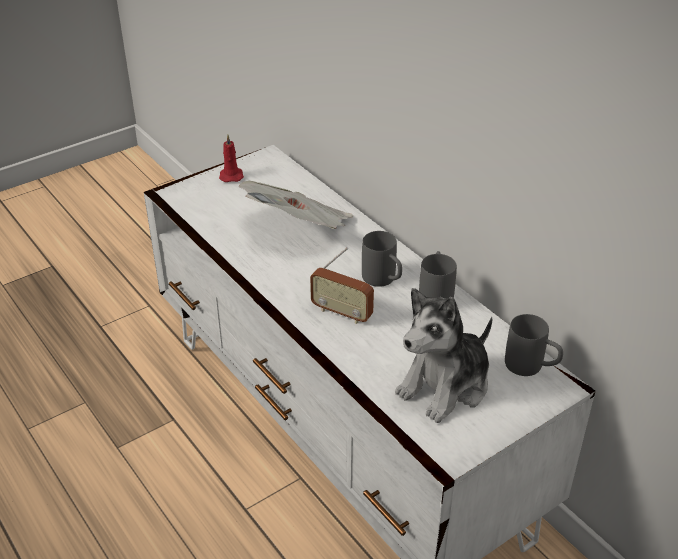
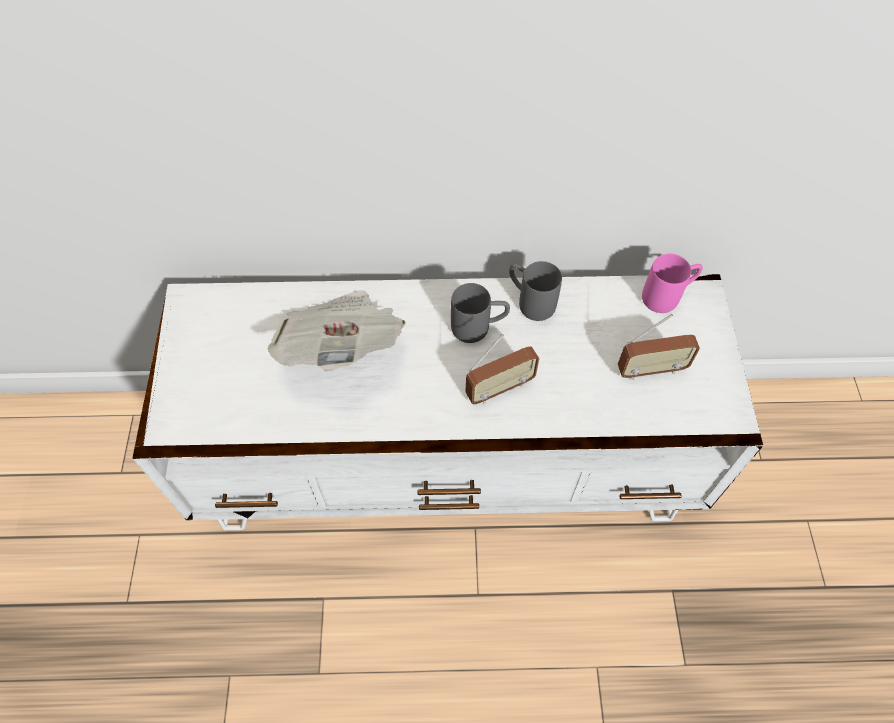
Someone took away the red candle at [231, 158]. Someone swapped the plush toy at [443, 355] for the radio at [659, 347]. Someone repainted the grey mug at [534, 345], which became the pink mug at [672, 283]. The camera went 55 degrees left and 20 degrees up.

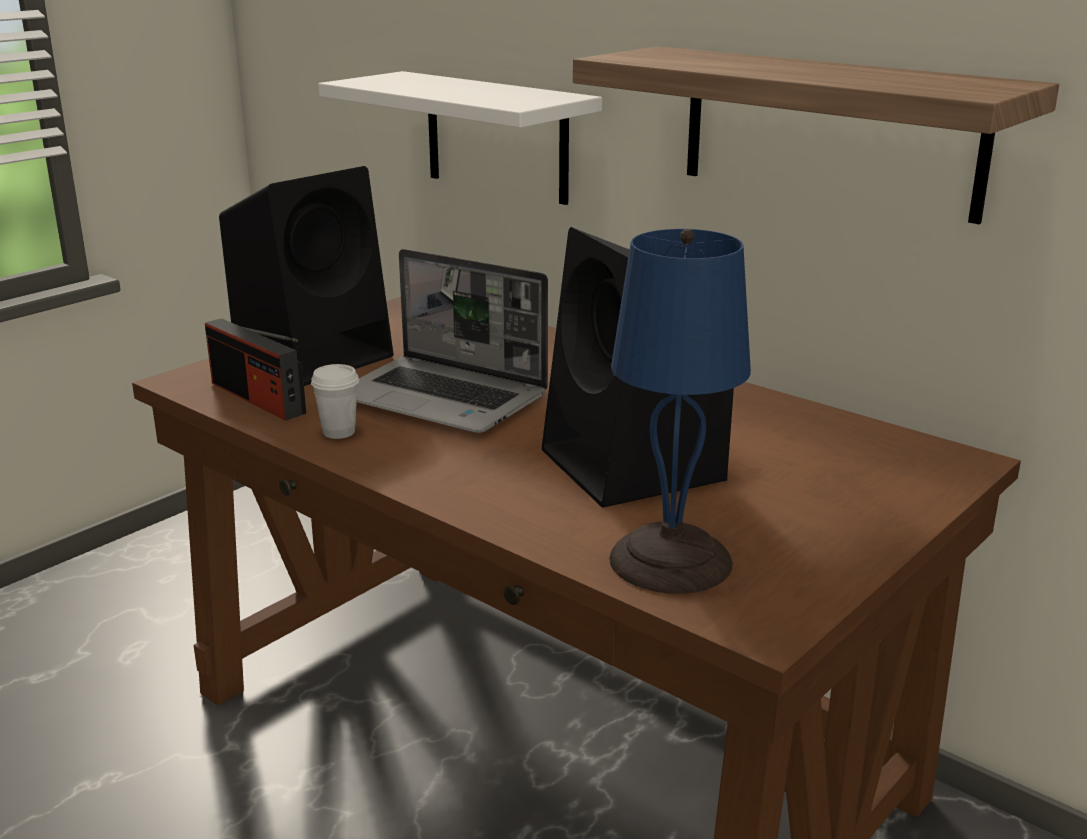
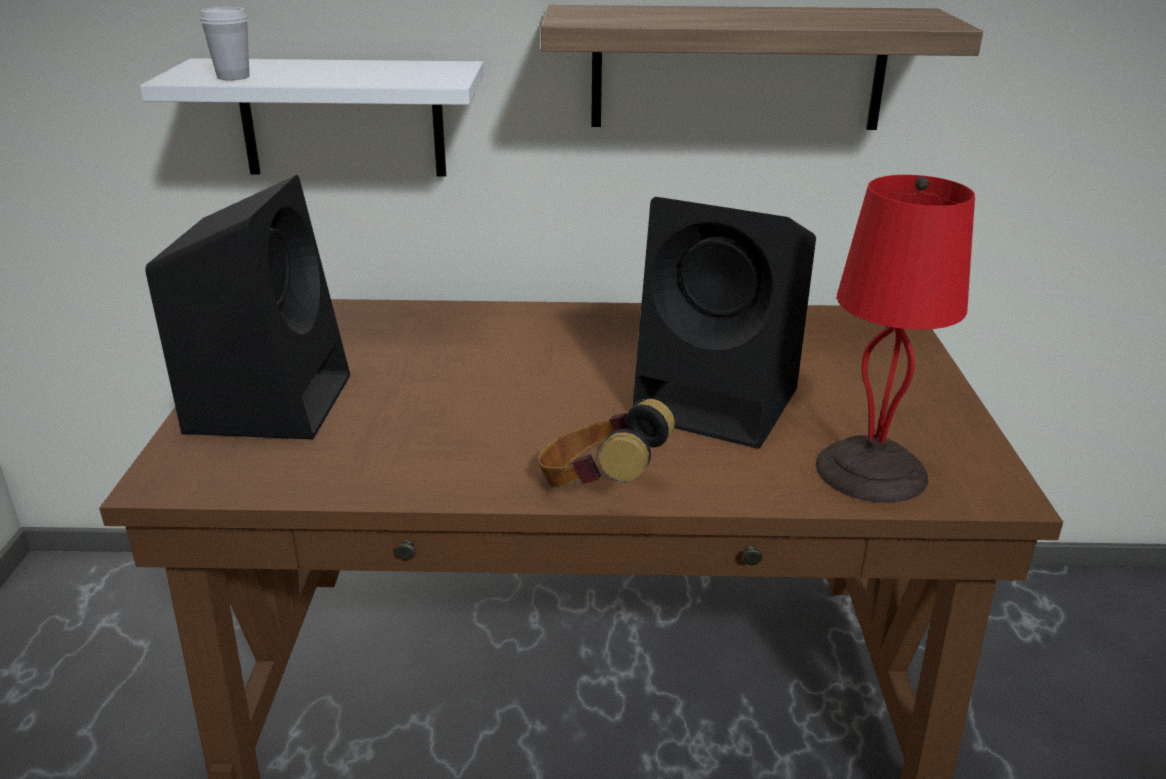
Someone took away the radio at [255, 369]. Someone carried the white cup from [335, 401] to [224, 43]. Someone took away the laptop at [452, 341]. Someone repainted the blue table lamp at [680, 411], which became the red table lamp at [895, 339]. Someone put down the headphones at [606, 443]. The camera went 40 degrees left and 5 degrees up.

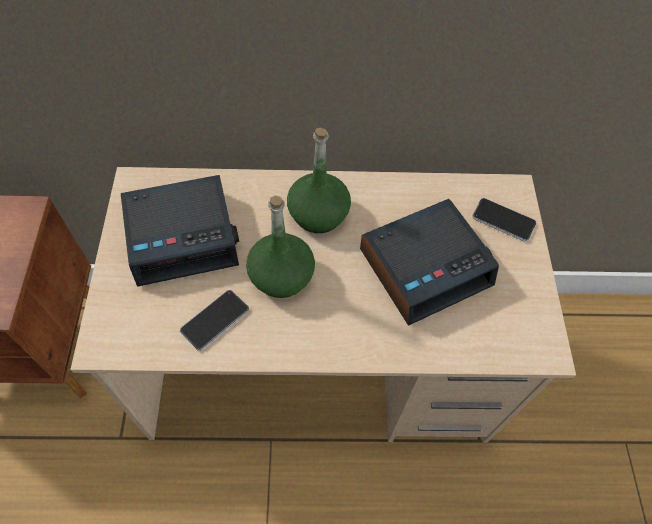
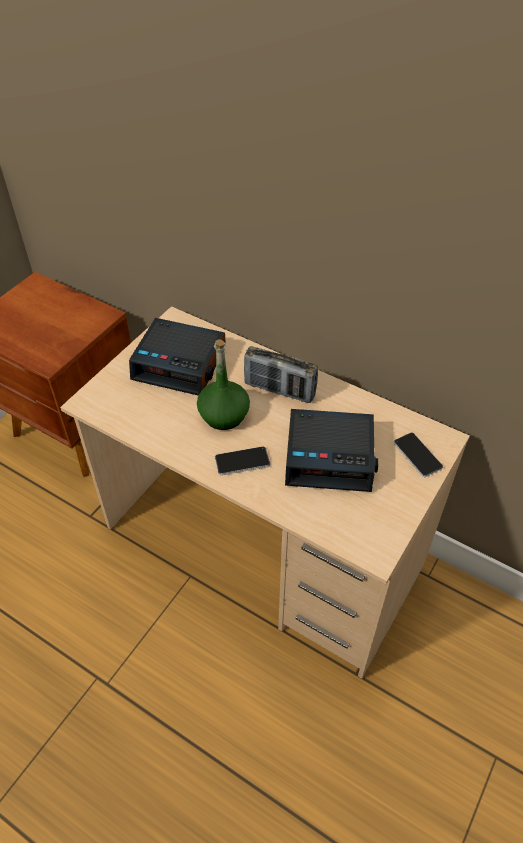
Someone carried the phone from [214, 320] to [242, 460]. Someone swapped the green bottle at [319, 180] for the radio at [281, 374]. The camera went 35 degrees right and 10 degrees down.

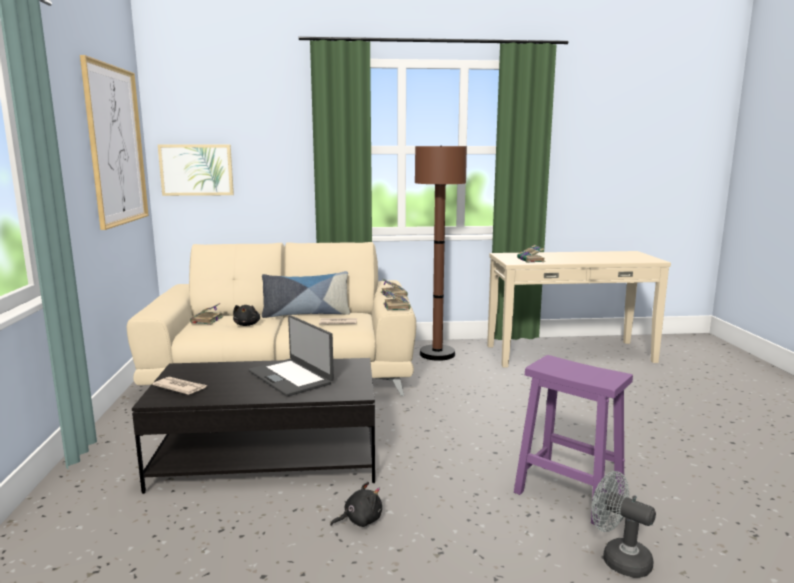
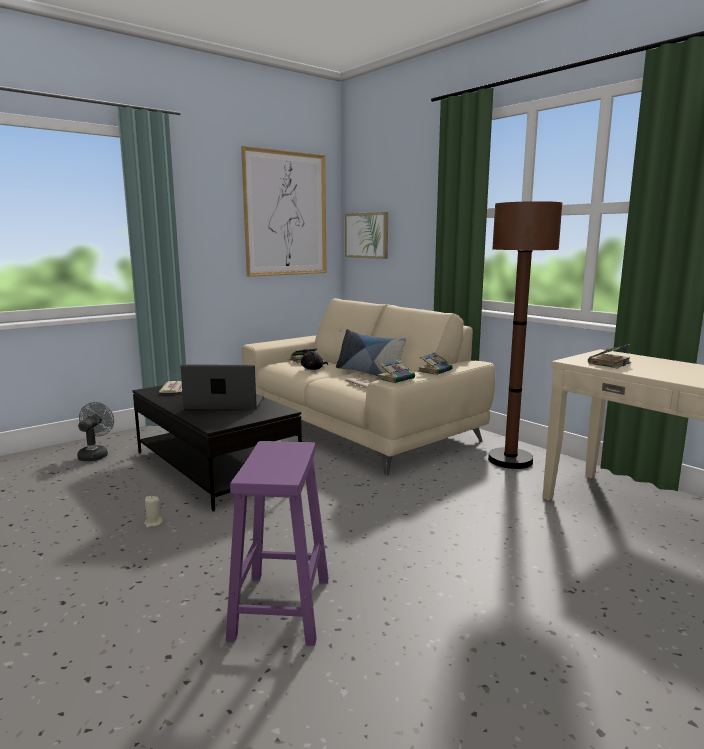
Someone rotated the laptop at [291, 356] by 75 degrees clockwise. Someone swapped the black plush toy at [356, 504] for the beige candle at [153, 511]. Someone carried the grey fan from [624, 524] to [95, 431]. The camera went 55 degrees right and 0 degrees up.

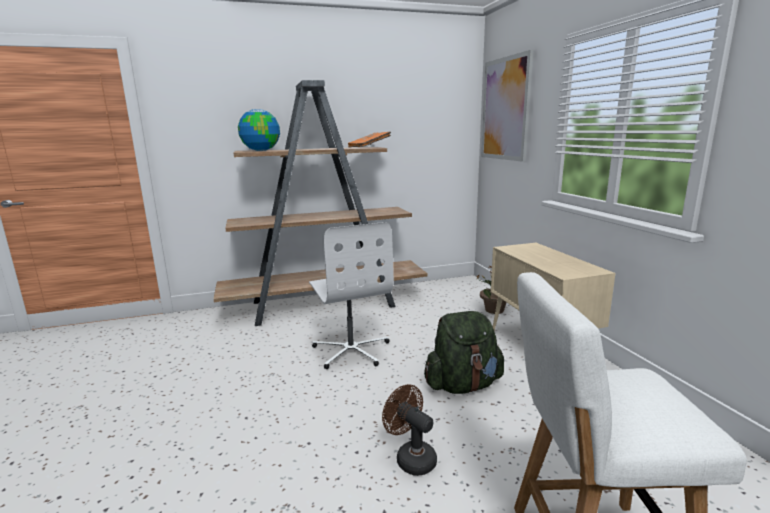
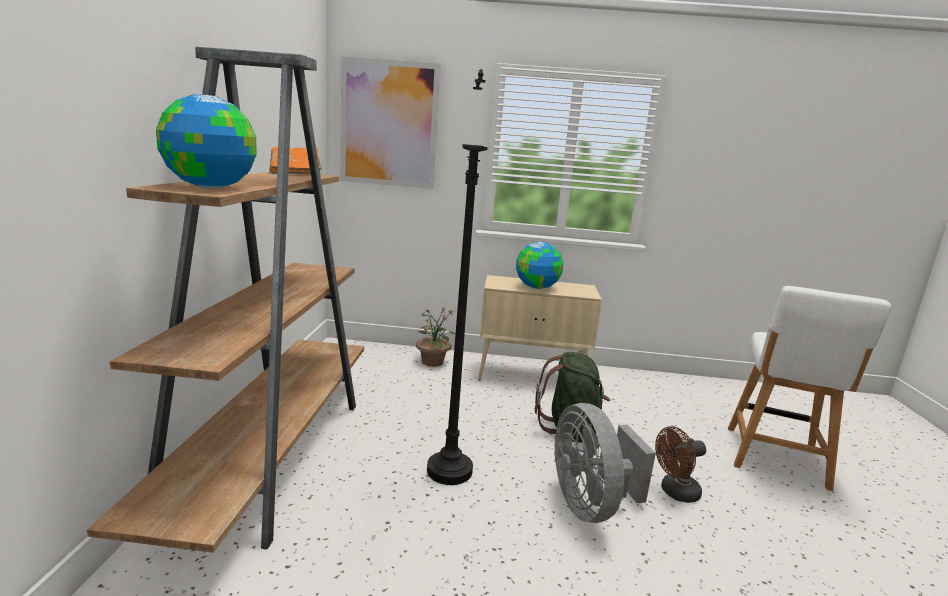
Someone swapped the white office chair at [351, 295] for the black floor lamp at [457, 277]. Someone put down the globe at [540, 265]. Someone put down the grey fan at [605, 463]. The camera went 70 degrees left and 0 degrees up.

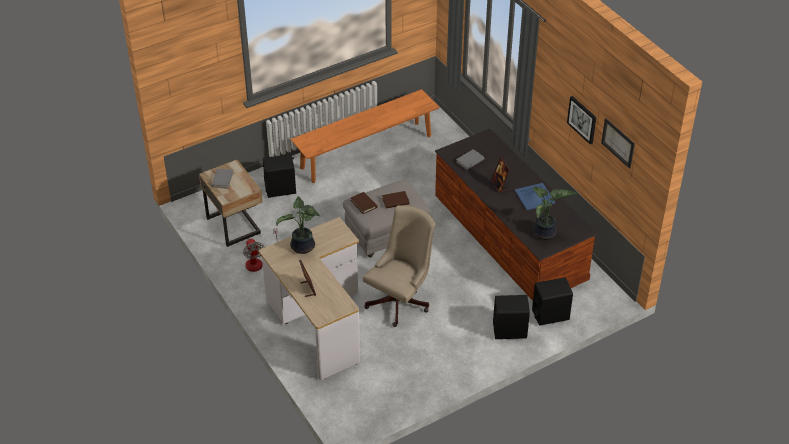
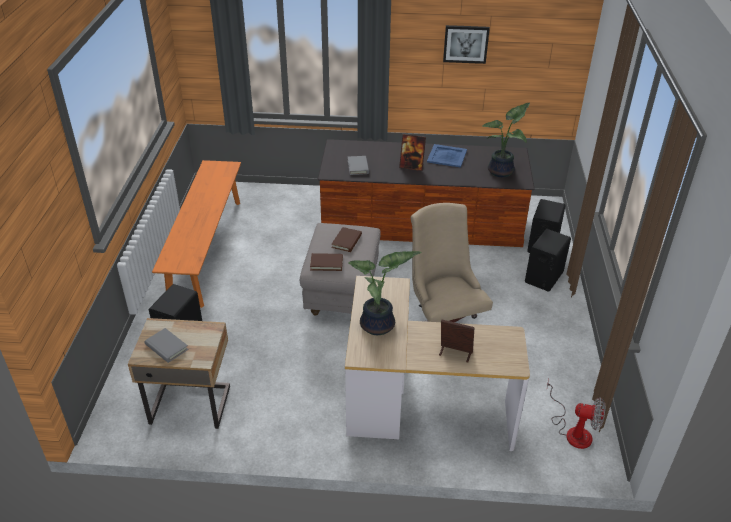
Someone carried the fan from [260, 250] to [576, 414]. Someone took away the picture at [618, 143]. The camera went 55 degrees left and 5 degrees down.

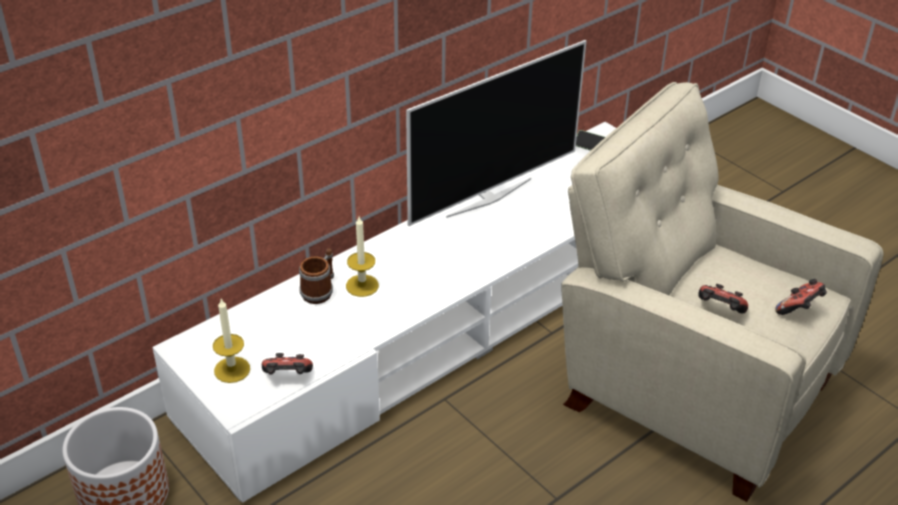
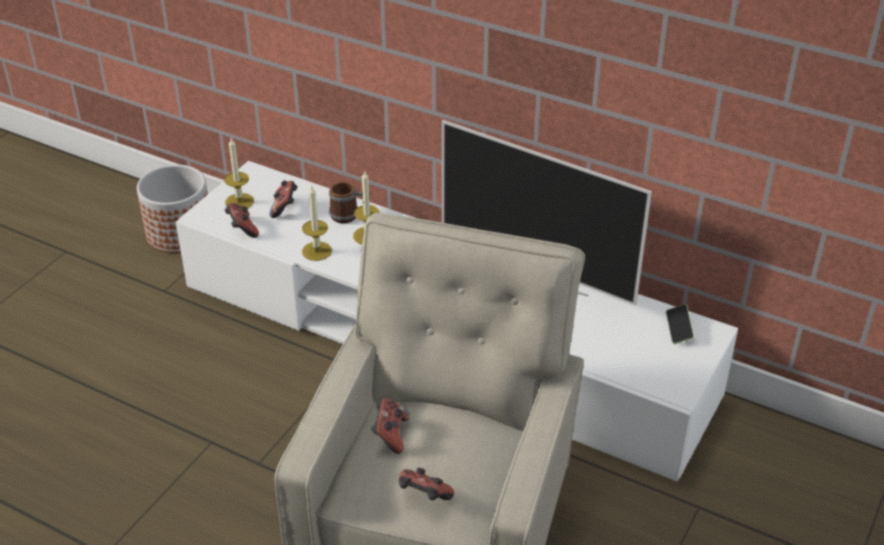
Someone put down the game controller at [283, 199]. Someone put down the candle at [317, 223]. The camera went 70 degrees right and 0 degrees up.

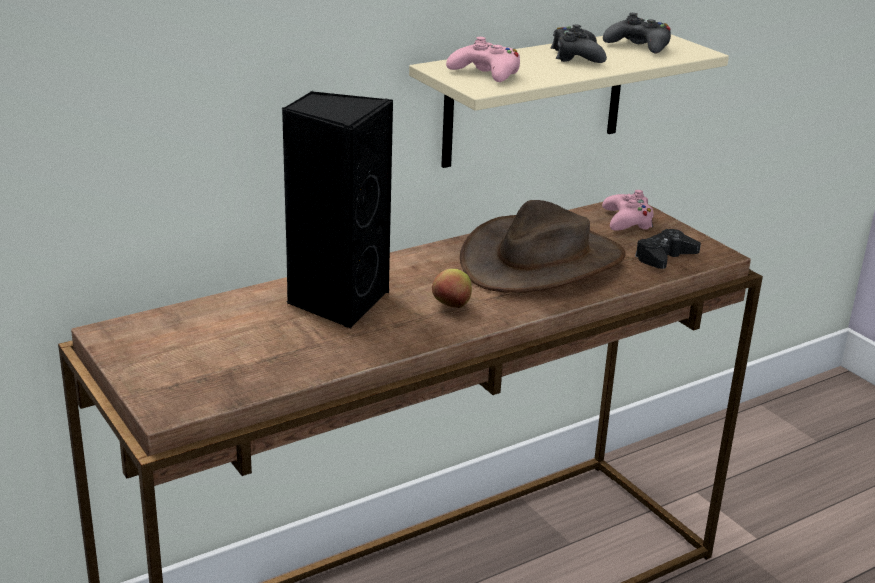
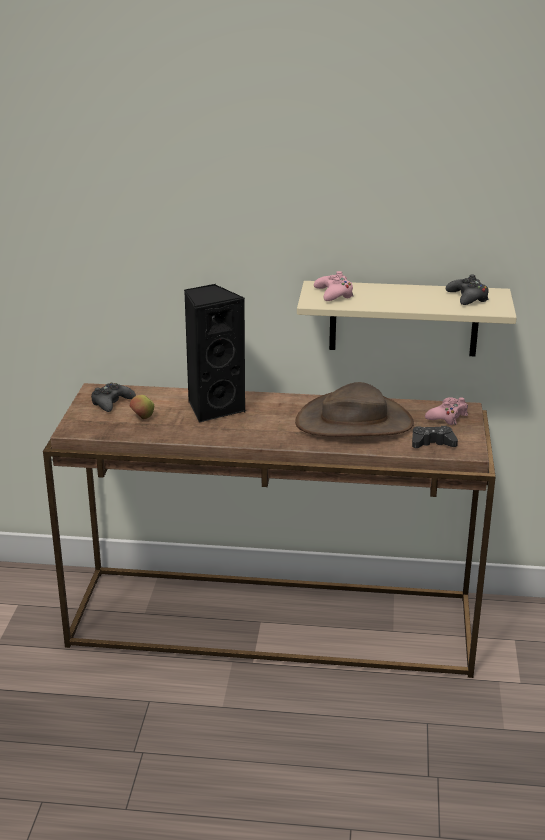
Someone carried the apple from [452, 288] to [142, 407]. Someone carried the black game controller from [579, 44] to [113, 397]. The camera went 40 degrees right and 0 degrees up.

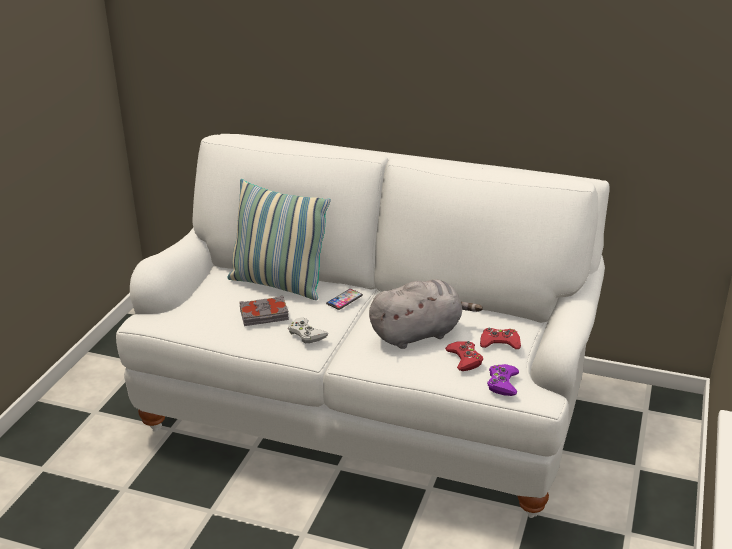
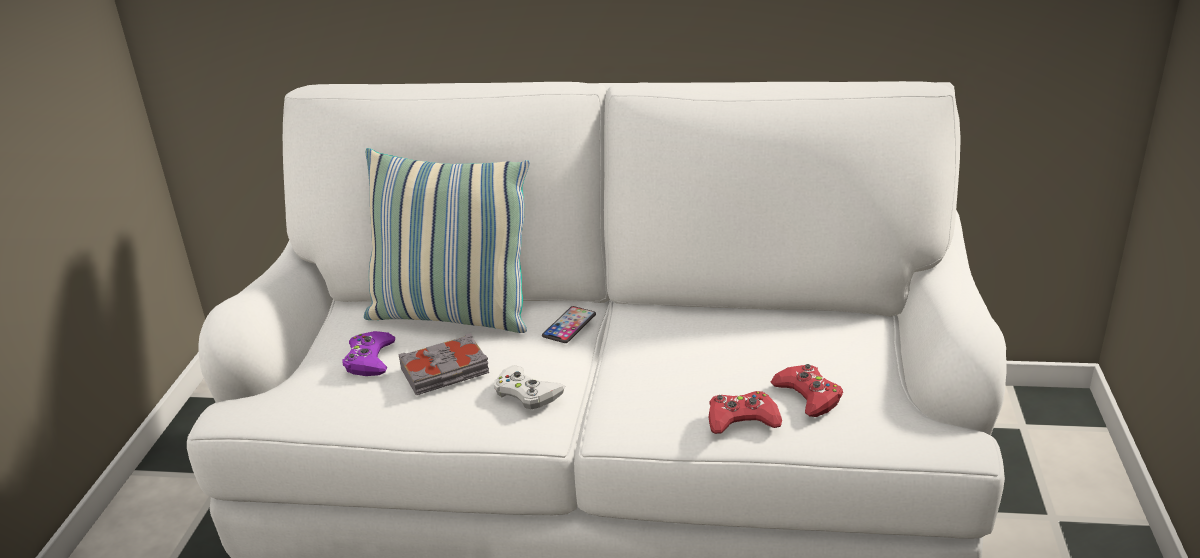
Someone took away the grey plush toy at [426, 314]. Someone carried the red game controller from [500, 338] to [745, 412]. Someone carried the purple game controller from [503, 380] to [368, 353]. The camera went 10 degrees left and 0 degrees up.

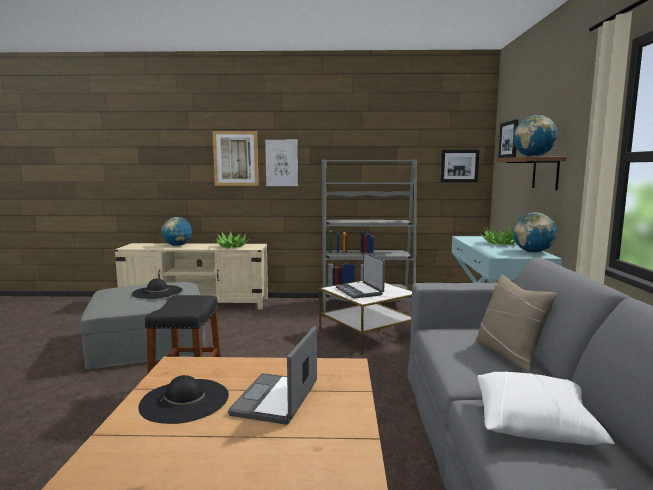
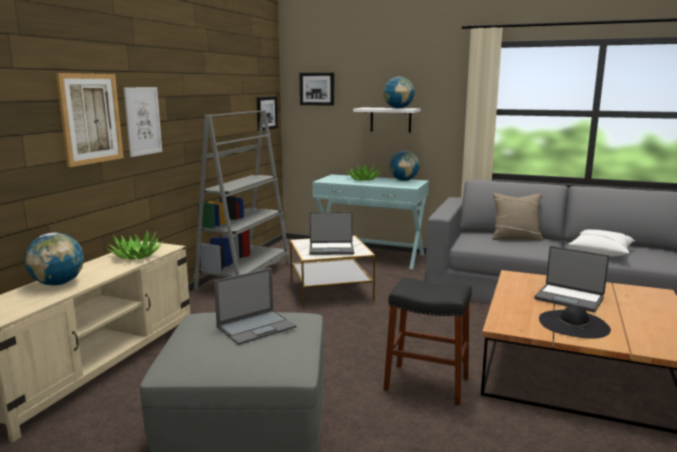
Someone swapped the black hat at [157, 288] for the laptop at [255, 306]. Someone repainted the brown shelf at [530, 173], which became the white shelf at [386, 120]. The camera went 70 degrees left and 5 degrees up.

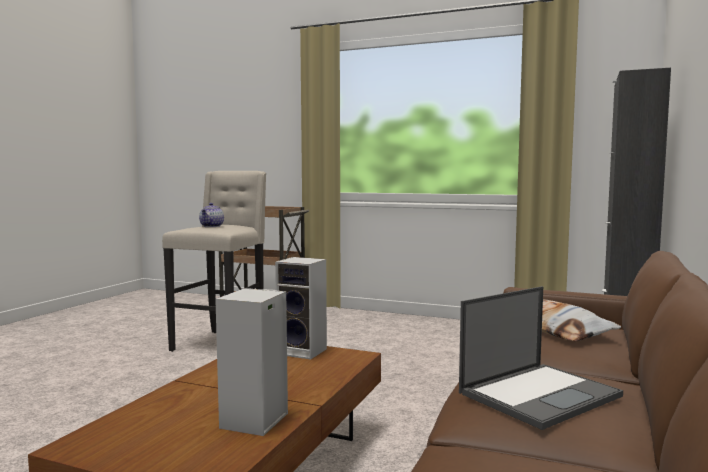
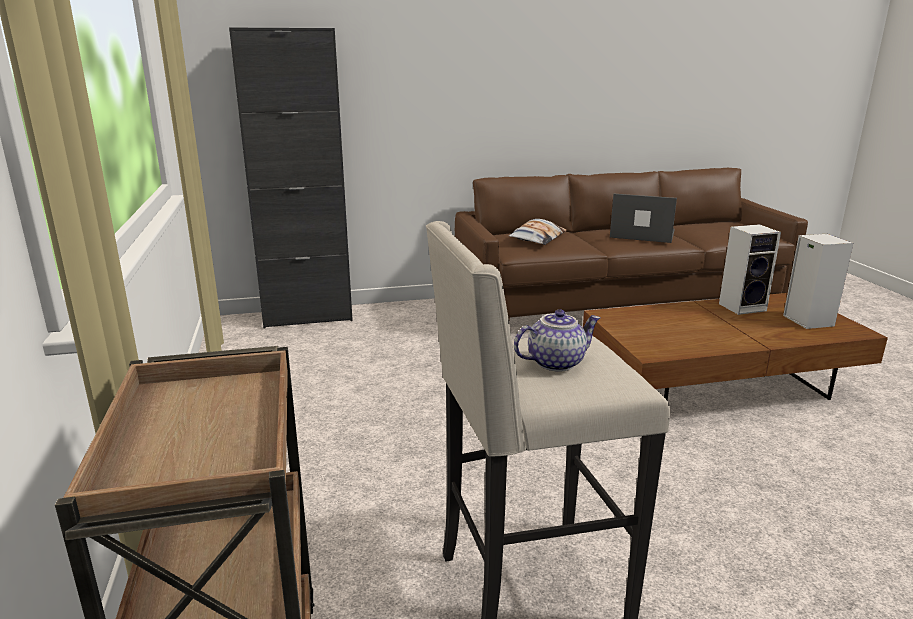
Someone carried the speaker from [301, 308] to [818, 281]. The camera went 125 degrees left and 15 degrees up.

